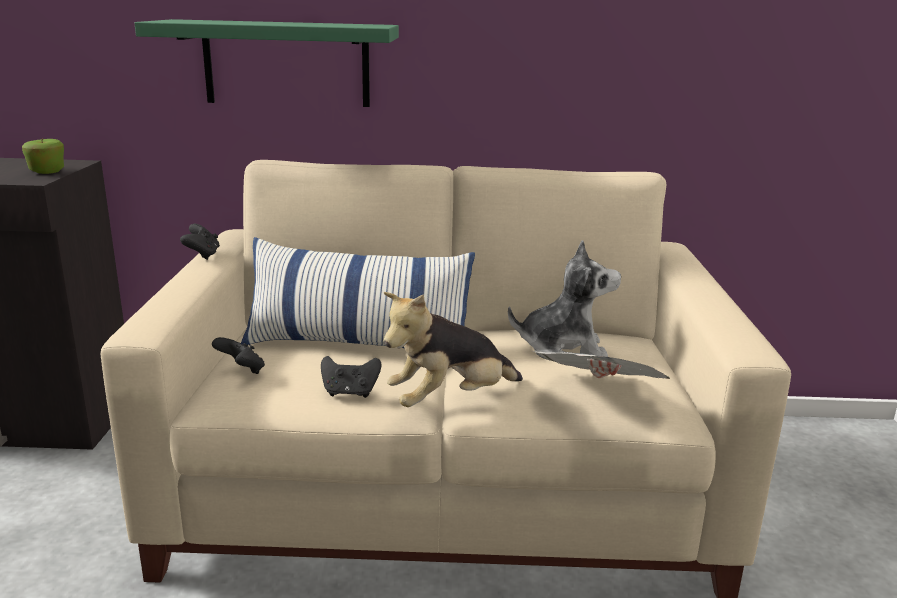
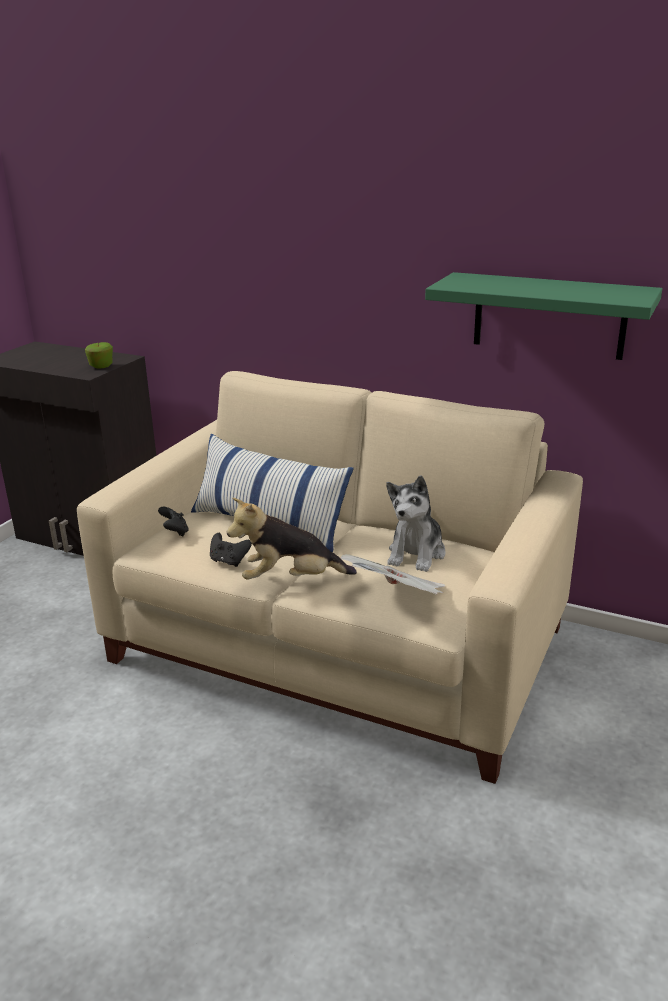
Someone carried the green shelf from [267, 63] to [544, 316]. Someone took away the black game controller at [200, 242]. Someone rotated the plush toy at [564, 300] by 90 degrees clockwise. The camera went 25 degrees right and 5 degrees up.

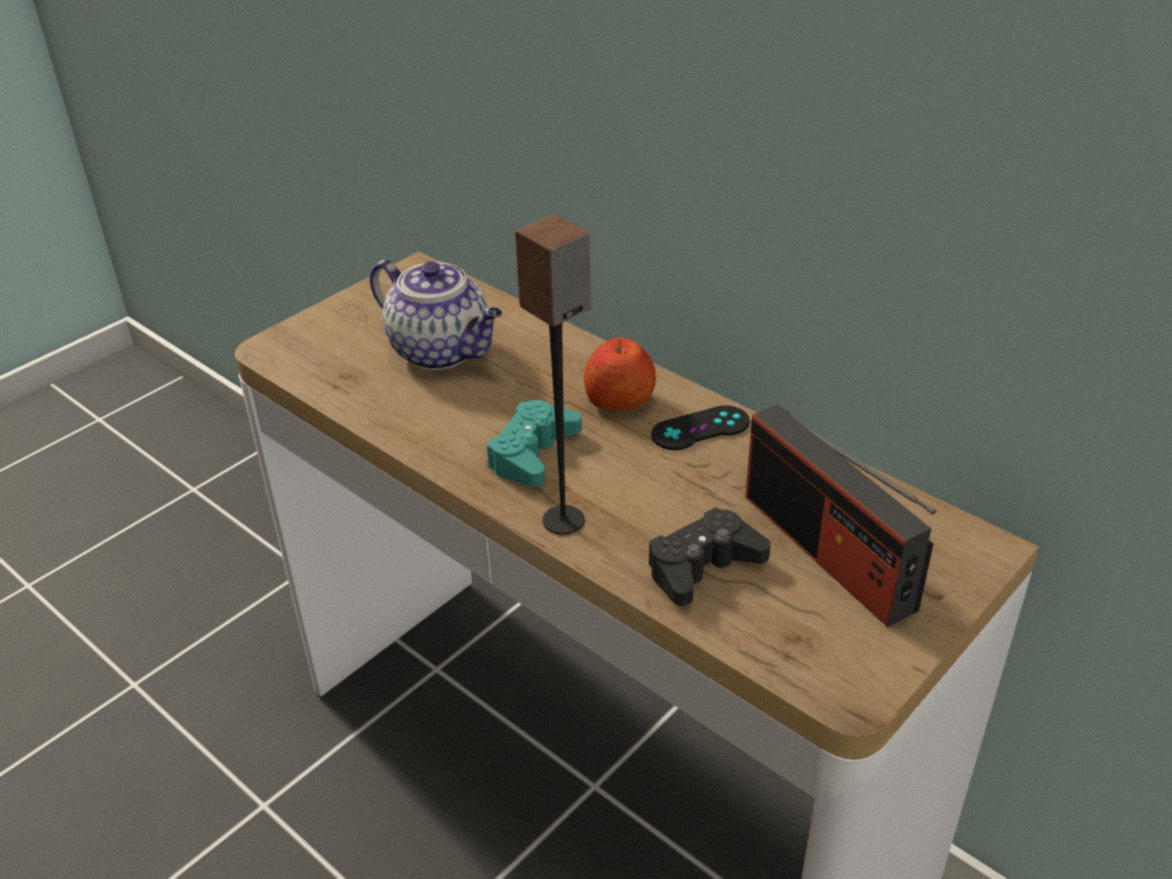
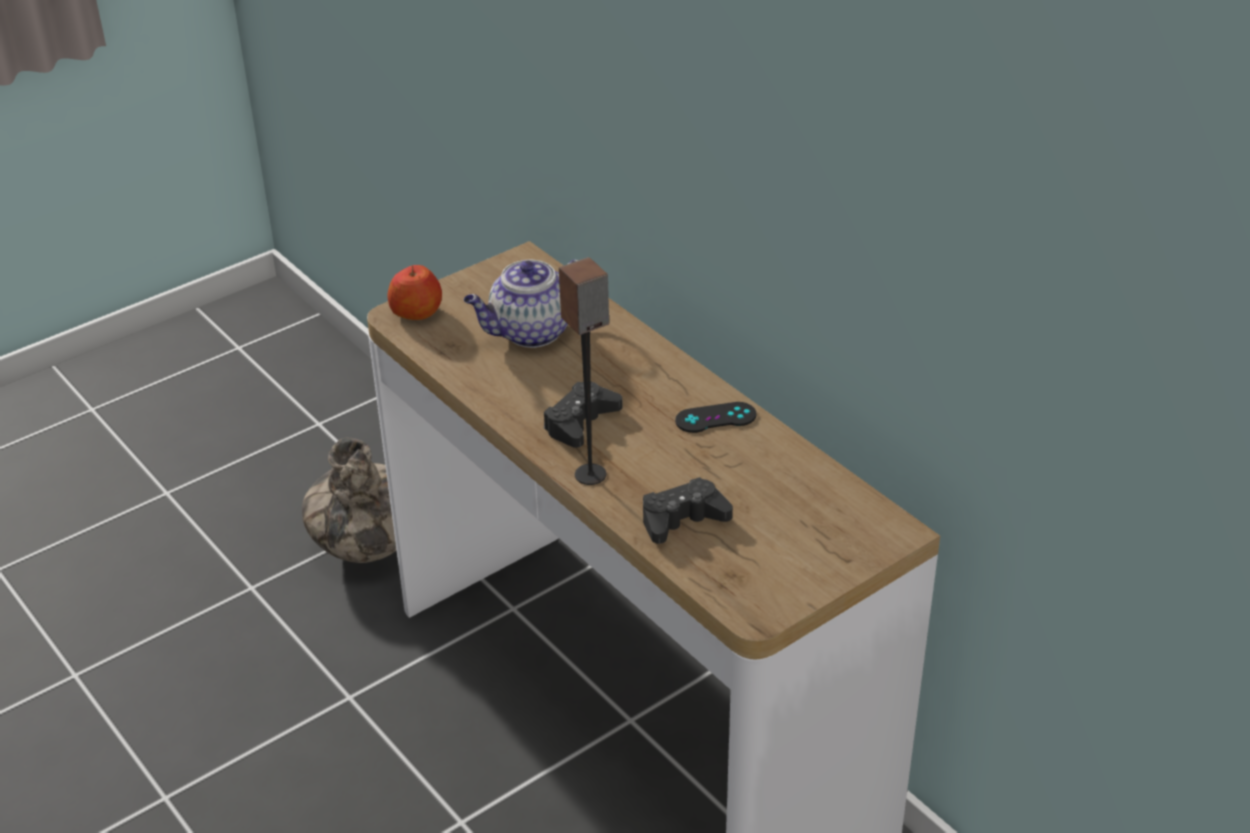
Someone rotated the teapot at [436, 315] by 105 degrees clockwise. Someone repainted the turquoise game controller at [534, 443], which became the black game controller at [583, 415]. Someone carried the apple from [620, 374] to [415, 292]. Someone took away the radio at [841, 516]. Someone put down the vase at [349, 500]. The camera went 10 degrees right and 0 degrees up.

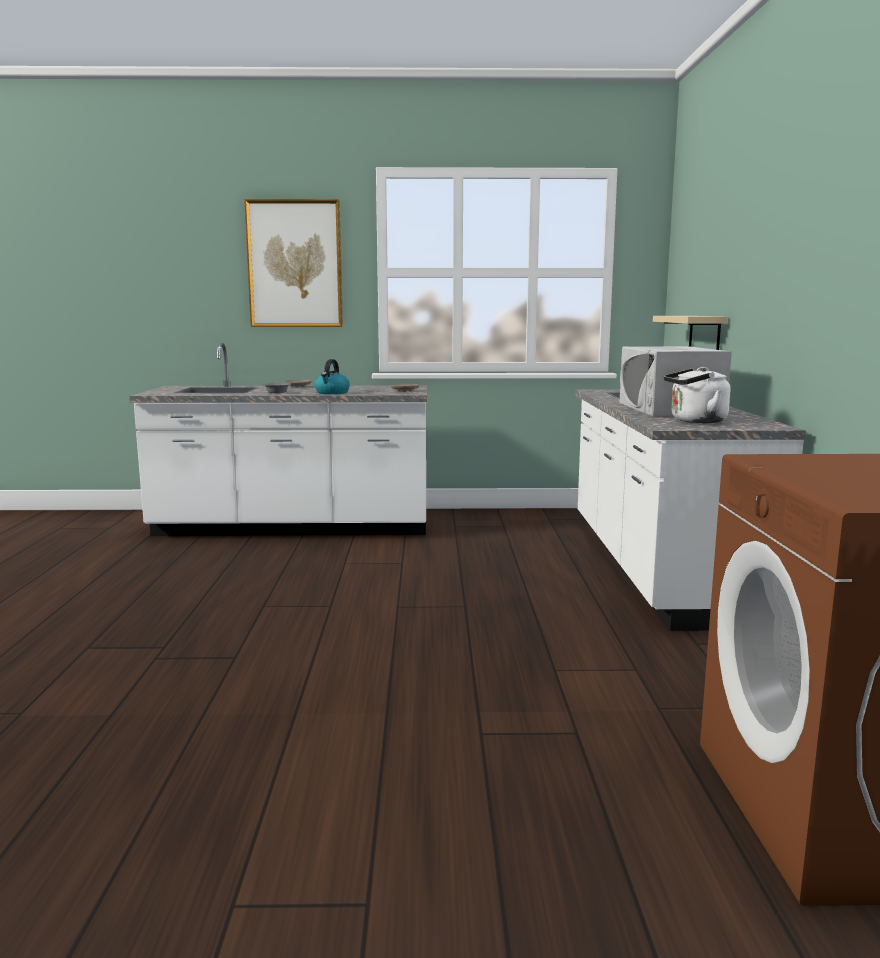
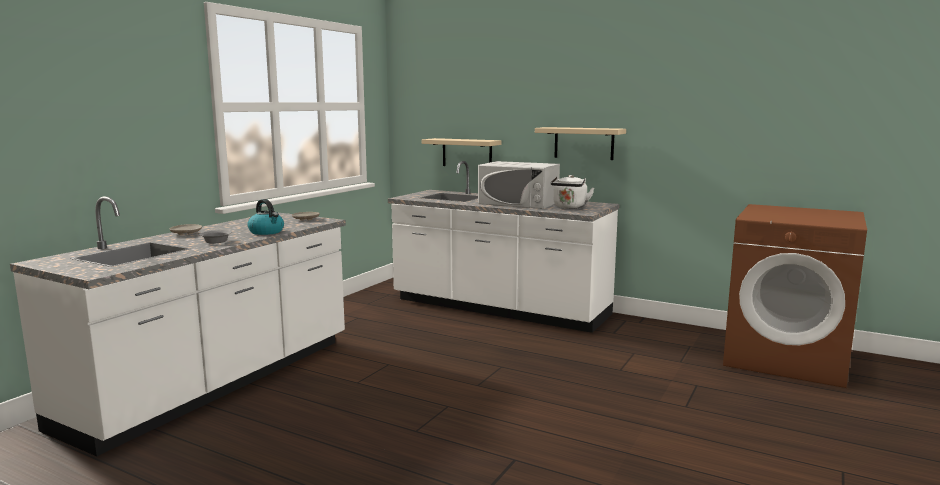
Someone took away the picture at [293, 263]. Someone put up the beige shelf at [580, 143]. The camera went 60 degrees left and 0 degrees up.

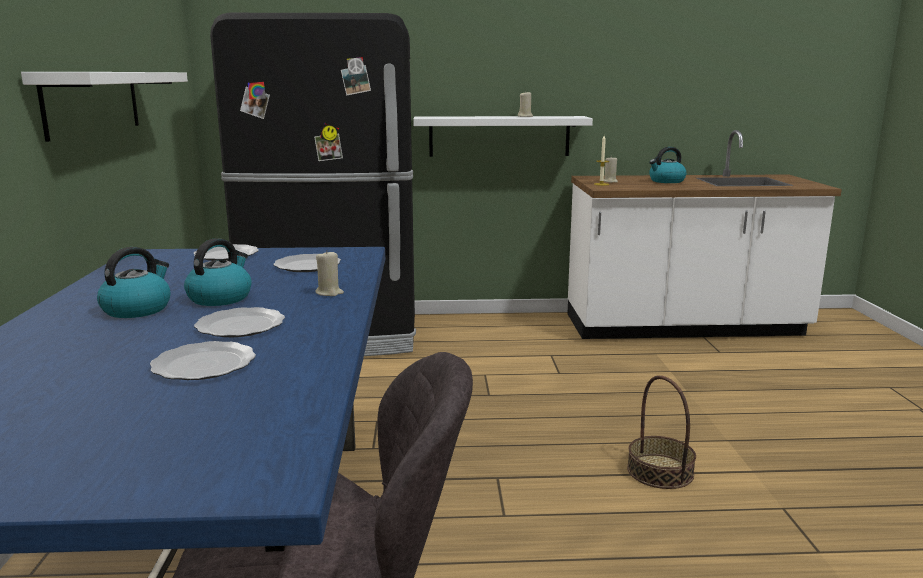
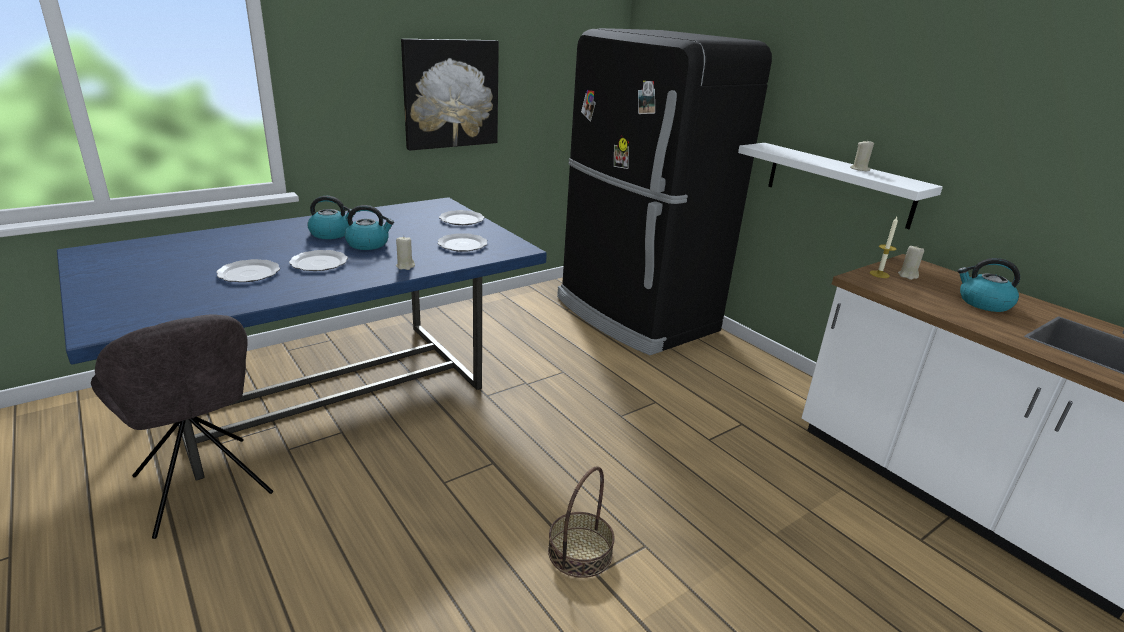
Someone swapped the white shelf at [104, 107] for the picture at [450, 95]. The camera went 55 degrees right and 10 degrees up.

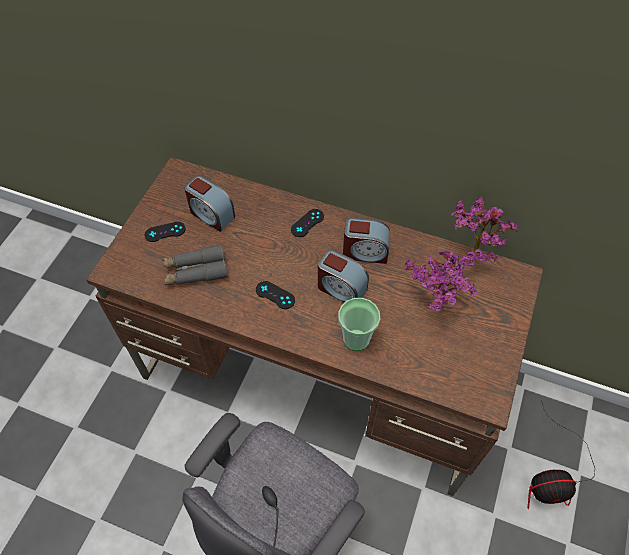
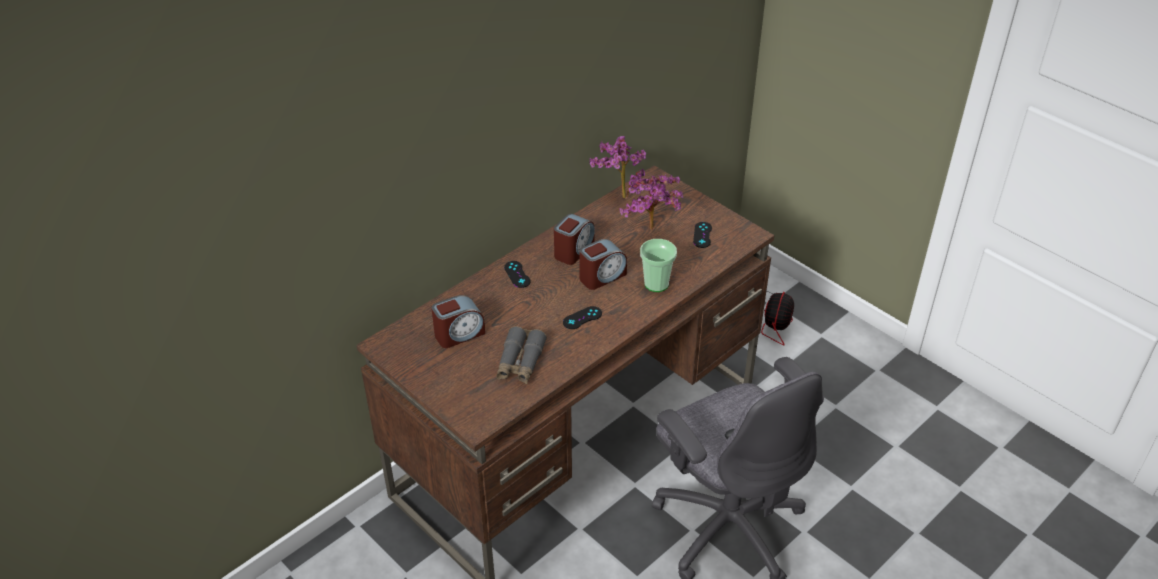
Someone carried the black game controller from [165, 232] to [702, 235]. The camera went 65 degrees left and 15 degrees down.

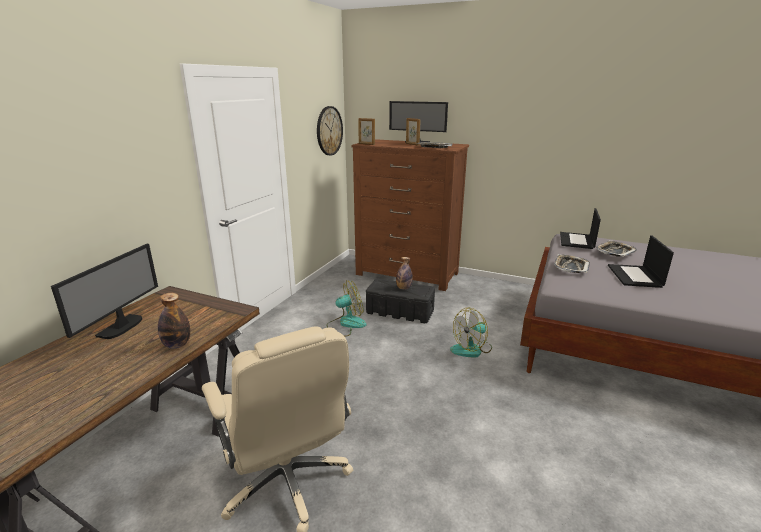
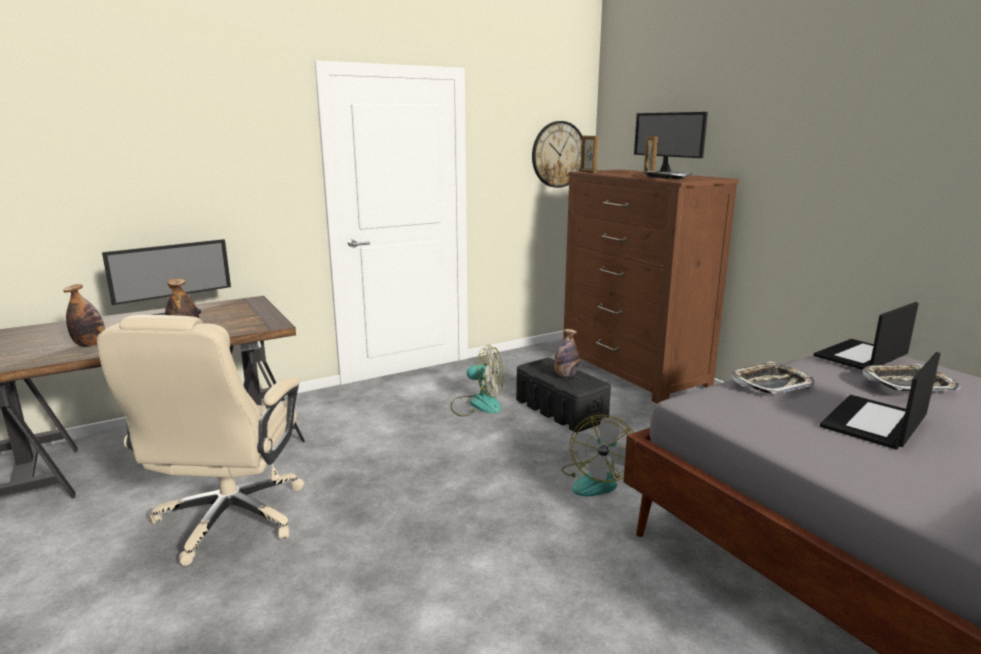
Someone rotated the fan at [471, 332] by 75 degrees counterclockwise. Someone put down the bottle at [84, 315]. The camera went 35 degrees right and 5 degrees down.

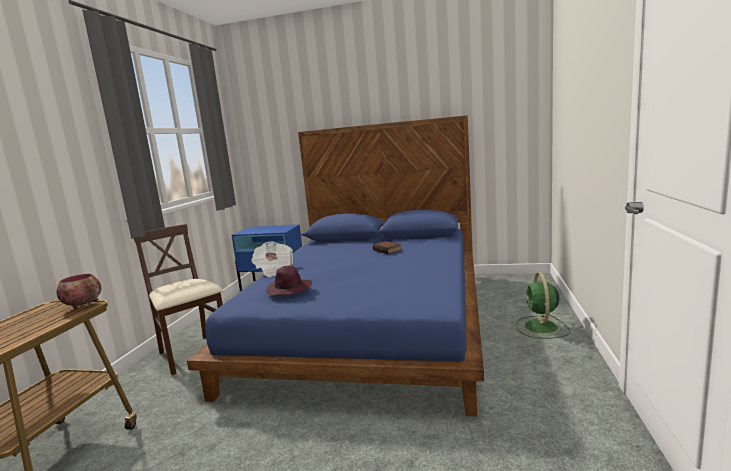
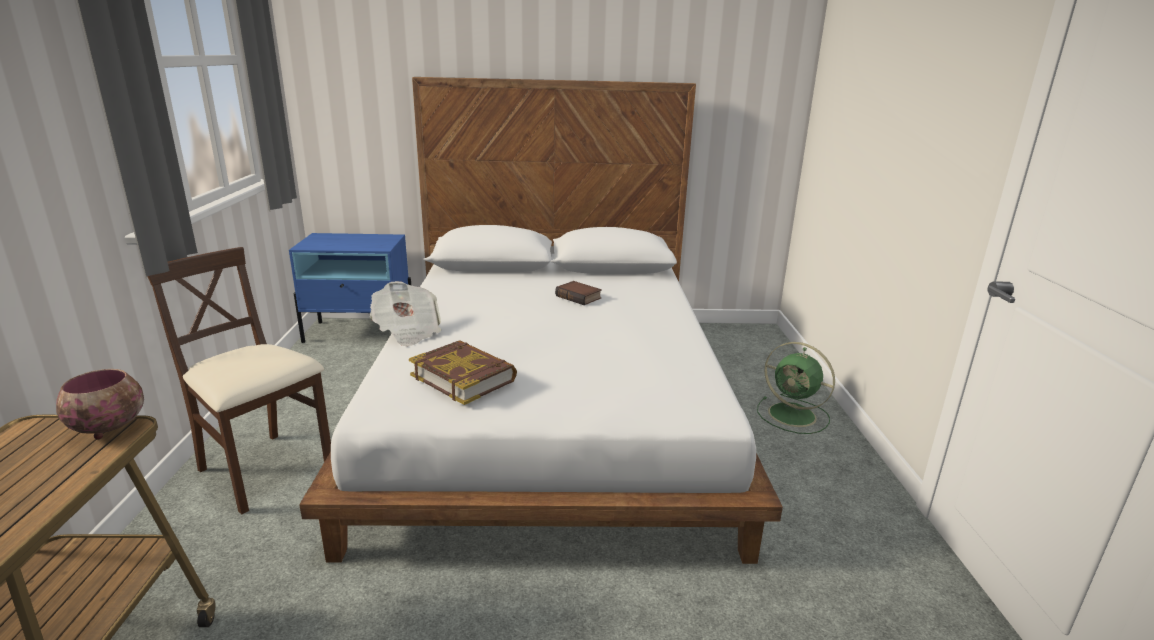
Someone repainted the blue bed at [335, 266], which became the white bed at [541, 320]. Someone swapped the purple hat at [289, 280] for the book at [463, 372]. Someone rotated the green fan at [543, 305] by 45 degrees counterclockwise. The camera went 15 degrees left and 10 degrees up.

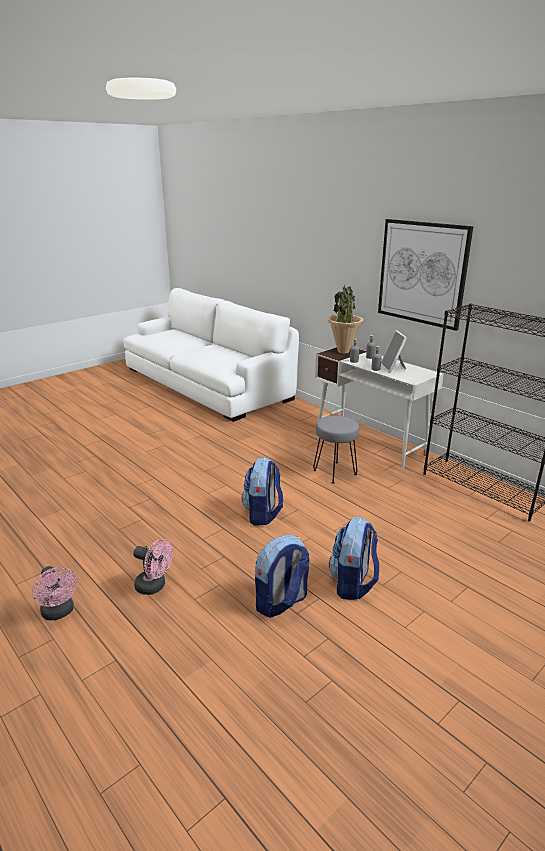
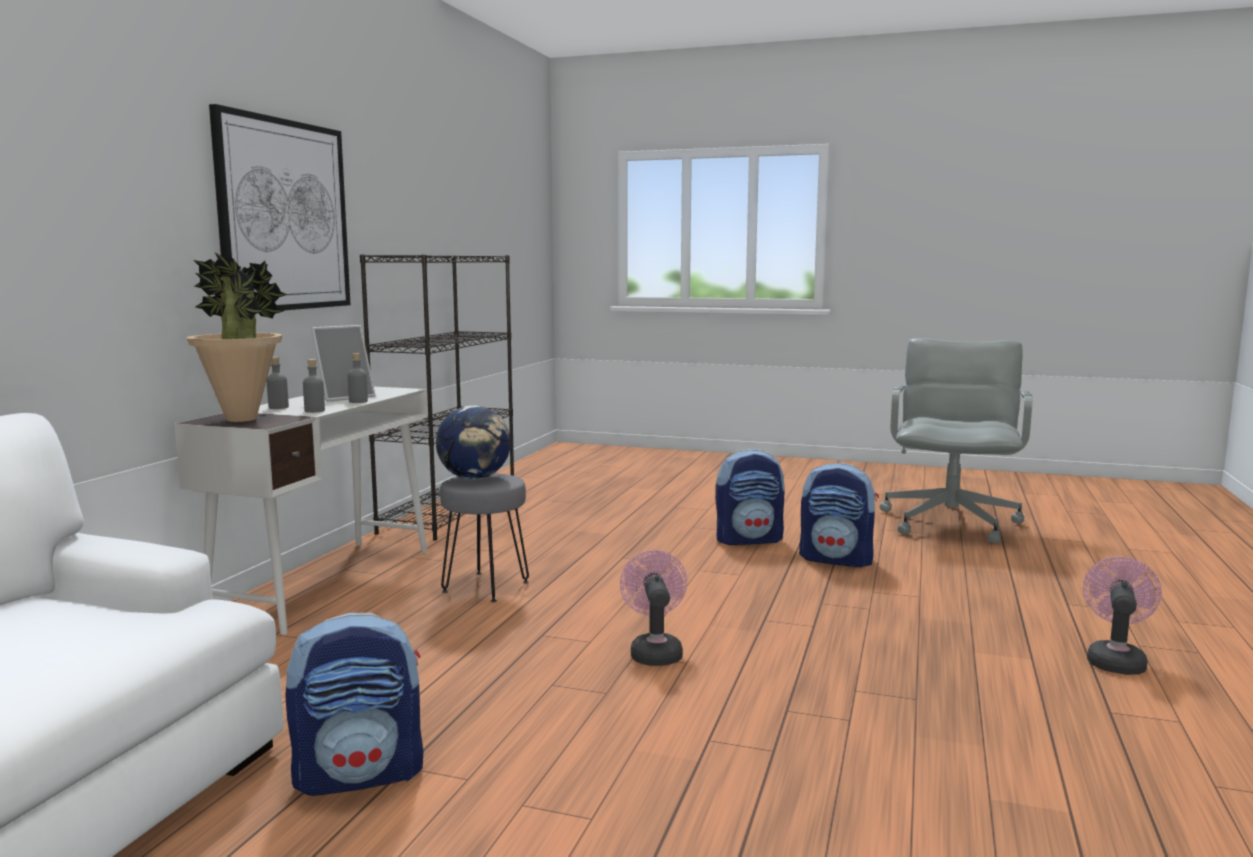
Someone carried the pink fan from [153, 566] to [653, 608]. Someone carried the backpack from [262, 491] to [354, 704]. Someone put down the globe at [473, 442]. Someone put down the grey office chair at [956, 441]. The camera went 120 degrees left and 15 degrees down.

